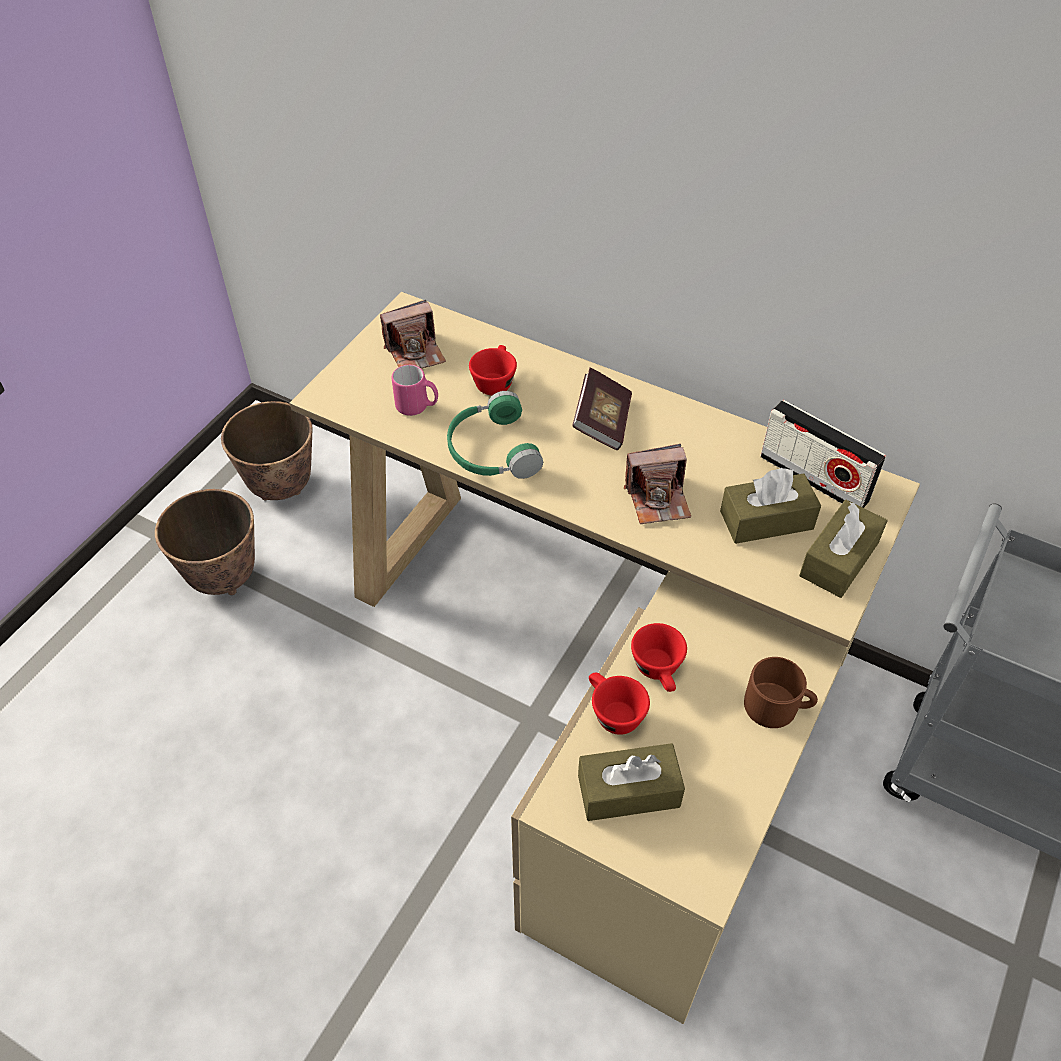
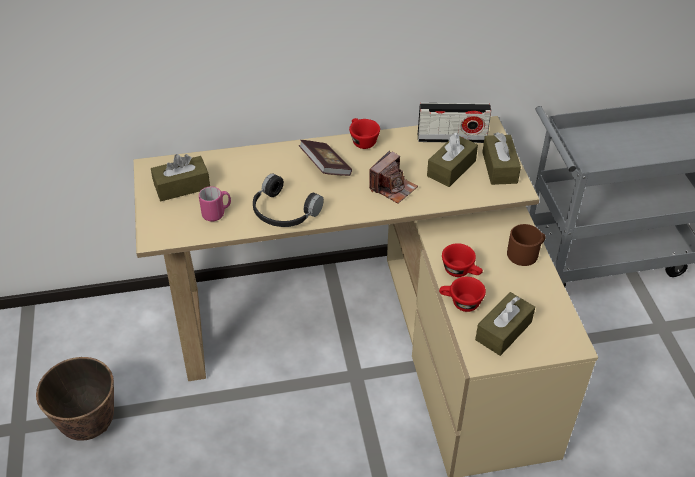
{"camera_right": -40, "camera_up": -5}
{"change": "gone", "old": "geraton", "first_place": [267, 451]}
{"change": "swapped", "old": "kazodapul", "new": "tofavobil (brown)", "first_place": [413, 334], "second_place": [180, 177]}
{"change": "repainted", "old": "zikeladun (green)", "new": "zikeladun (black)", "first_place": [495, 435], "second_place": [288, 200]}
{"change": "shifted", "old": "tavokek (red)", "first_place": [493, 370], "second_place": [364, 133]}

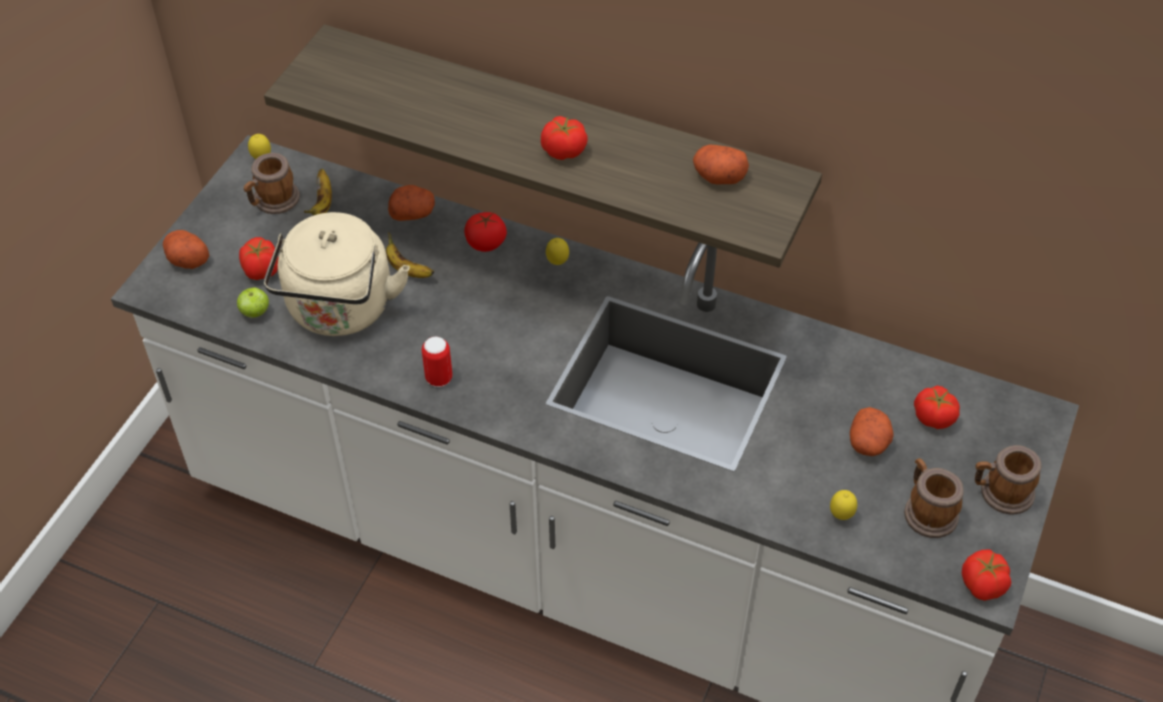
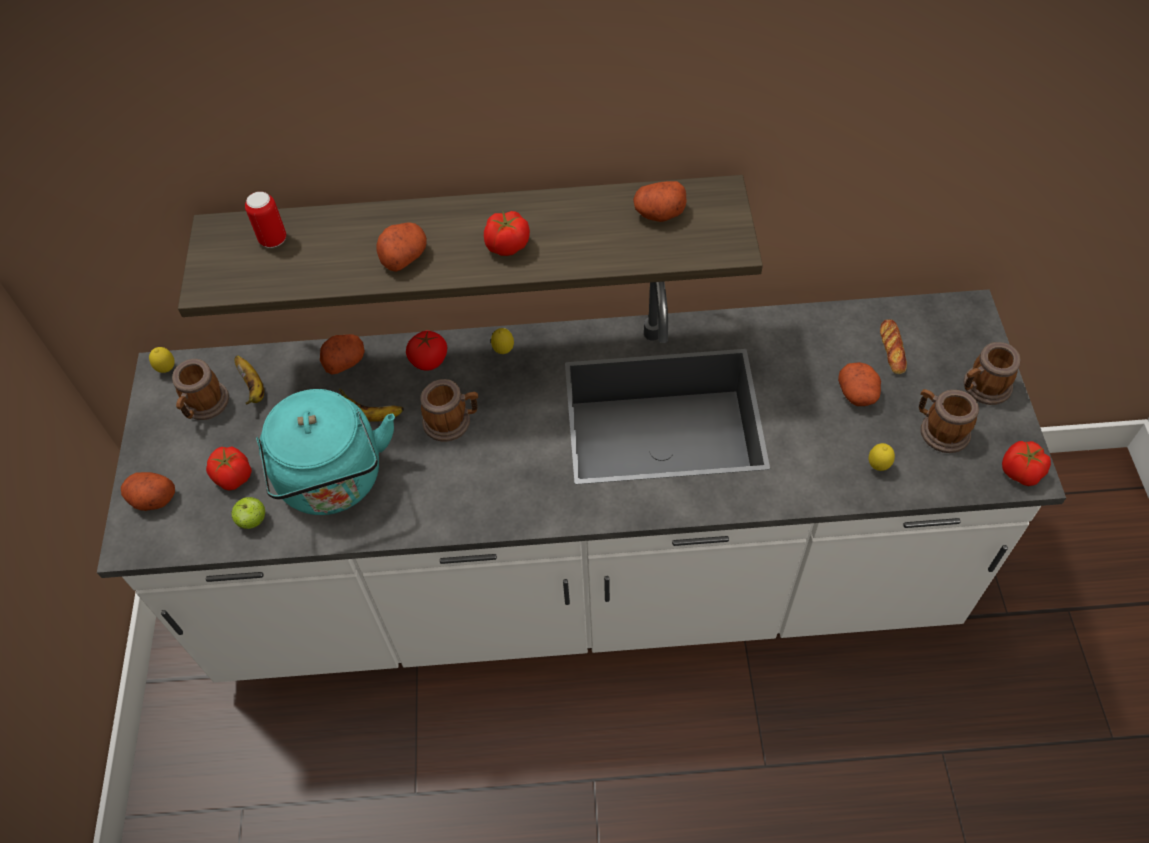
{"camera_right": -25, "camera_up": 5}
{"change": "repainted", "old": "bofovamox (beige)", "new": "bofovamox (turquoise)", "first_place": [337, 274], "second_place": [325, 452]}
{"change": "shifted", "old": "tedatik", "first_place": [437, 361], "second_place": [265, 219]}
{"change": "swapped", "old": "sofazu", "new": "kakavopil", "first_place": [937, 407], "second_place": [893, 346]}
{"change": "new", "new": "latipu", "second_place": [401, 247]}
{"change": "new", "new": "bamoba", "second_place": [449, 410]}

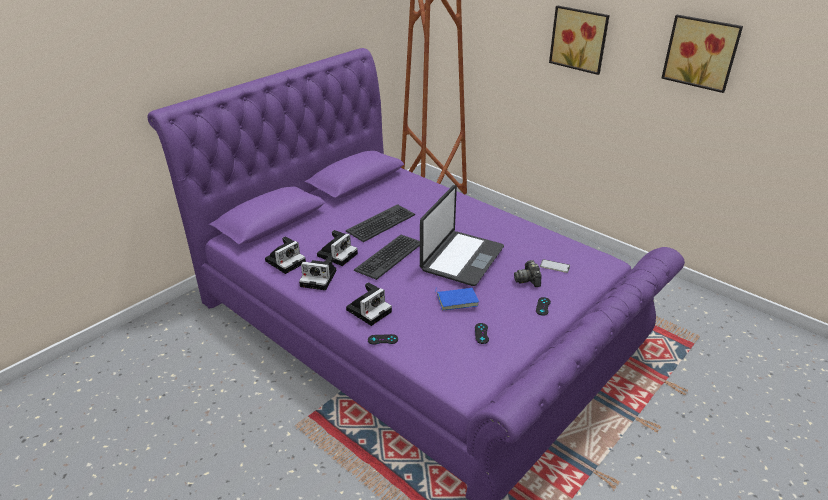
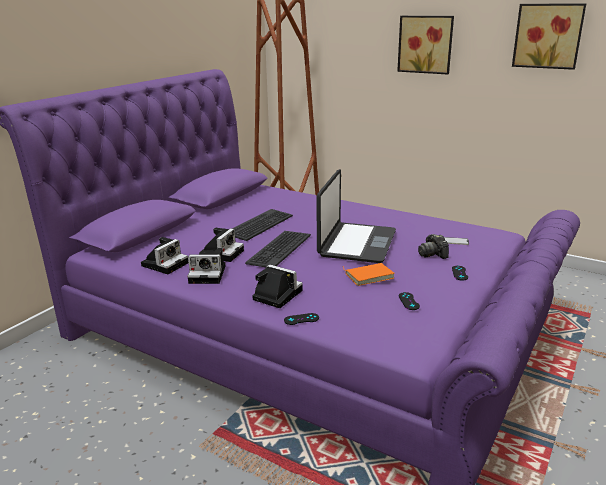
{"camera_right": -10, "camera_up": -10}
{"change": "rotated", "old": "kazodapul", "first_place": [369, 304], "second_place": [277, 286], "degrees": -90}
{"change": "repainted", "old": "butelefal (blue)", "new": "butelefal (orange)", "first_place": [457, 299], "second_place": [369, 274]}

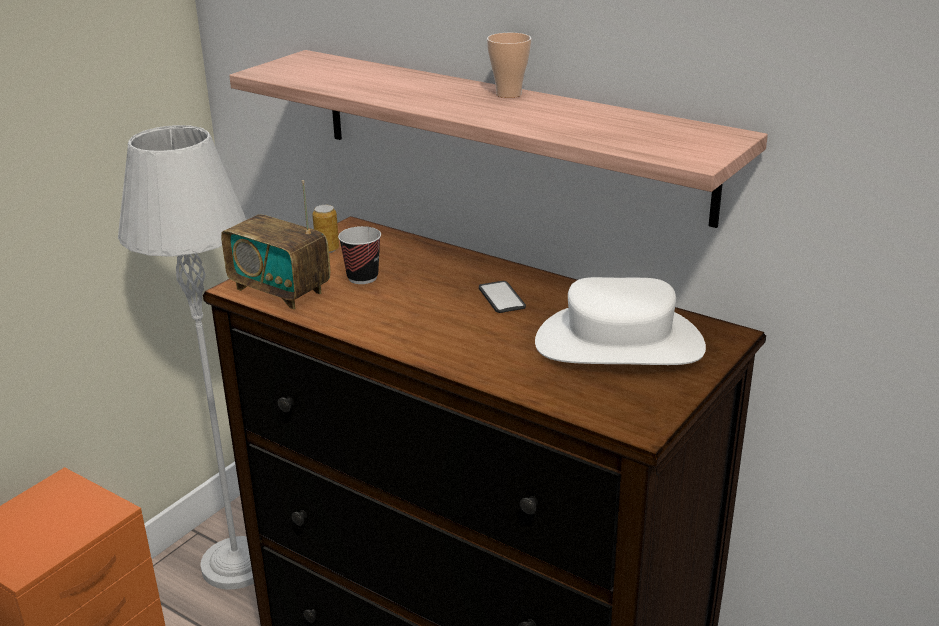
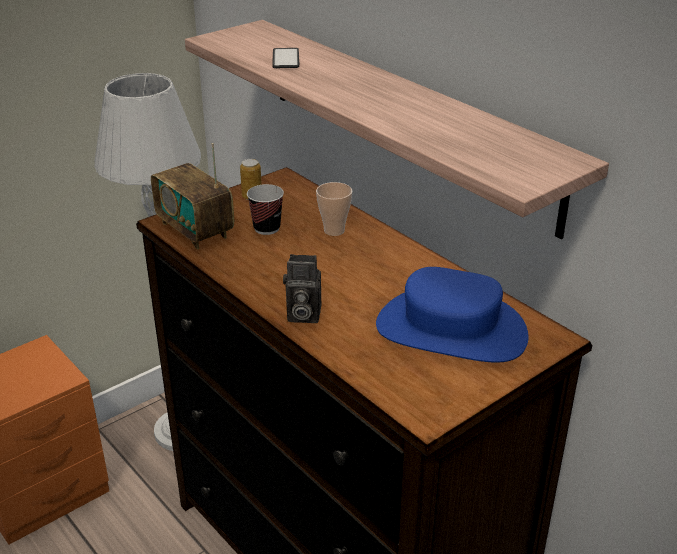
{"camera_right": 15, "camera_up": 5}
{"change": "shifted", "old": "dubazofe", "first_place": [502, 297], "second_place": [285, 58]}
{"change": "shifted", "old": "tavokek", "first_place": [509, 65], "second_place": [334, 209]}
{"change": "repainted", "old": "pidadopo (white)", "new": "pidadopo (blue)", "first_place": [620, 321], "second_place": [452, 315]}
{"change": "new", "new": "kazodapul", "second_place": [302, 288]}

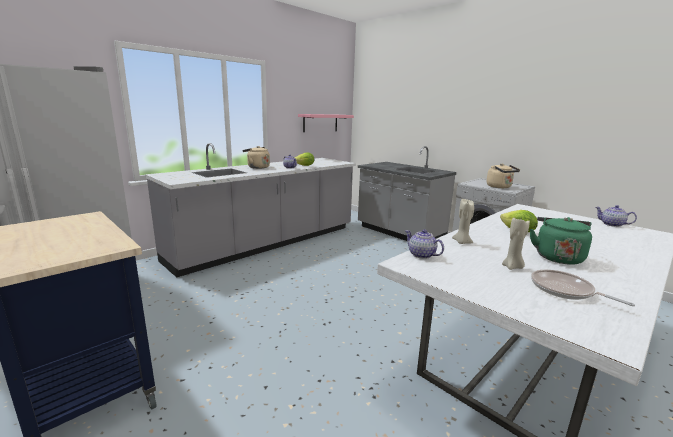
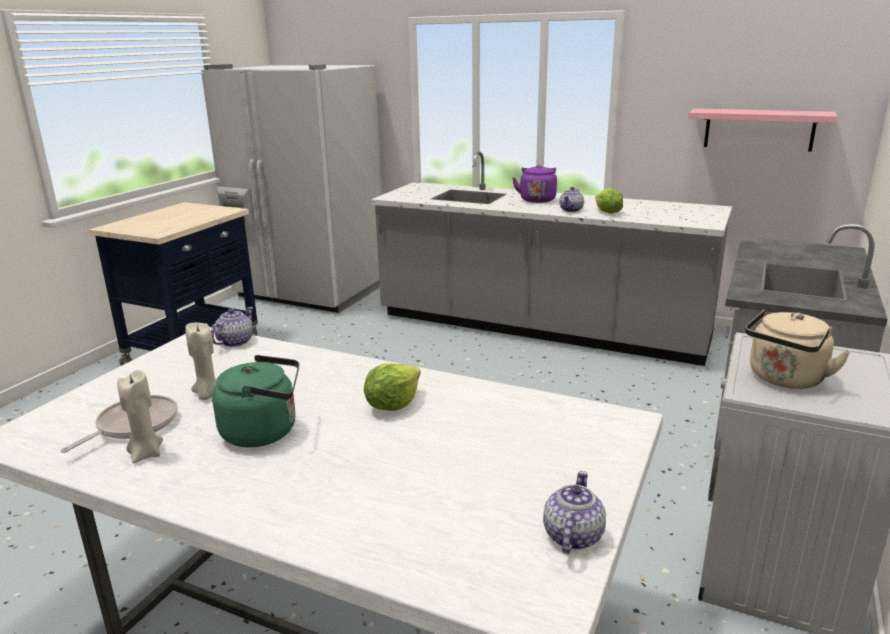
{"camera_right": 70, "camera_up": 5}
{"change": "repainted", "old": "bofovamox (beige)", "new": "bofovamox (purple)", "first_place": [256, 157], "second_place": [534, 184]}
{"change": "shifted", "old": "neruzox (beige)", "first_place": [463, 221], "second_place": [140, 416]}

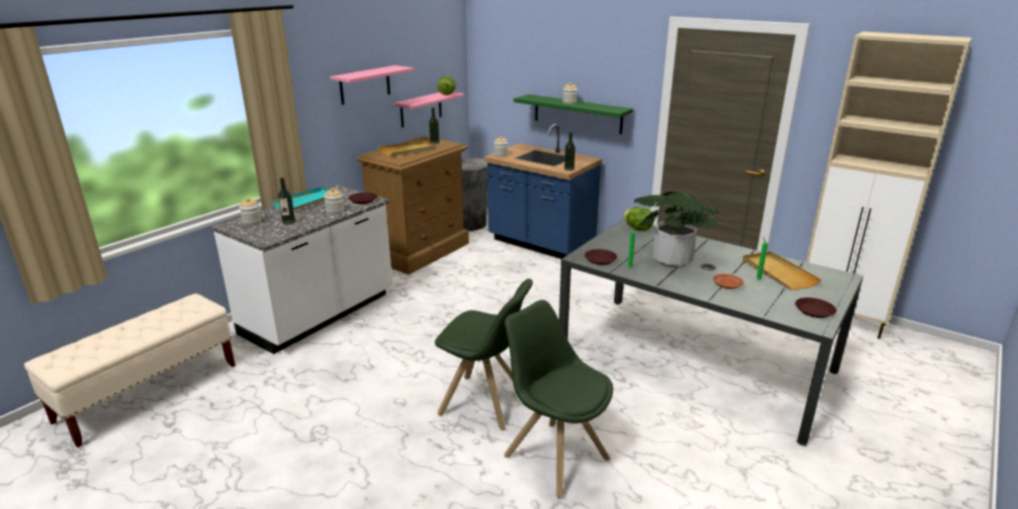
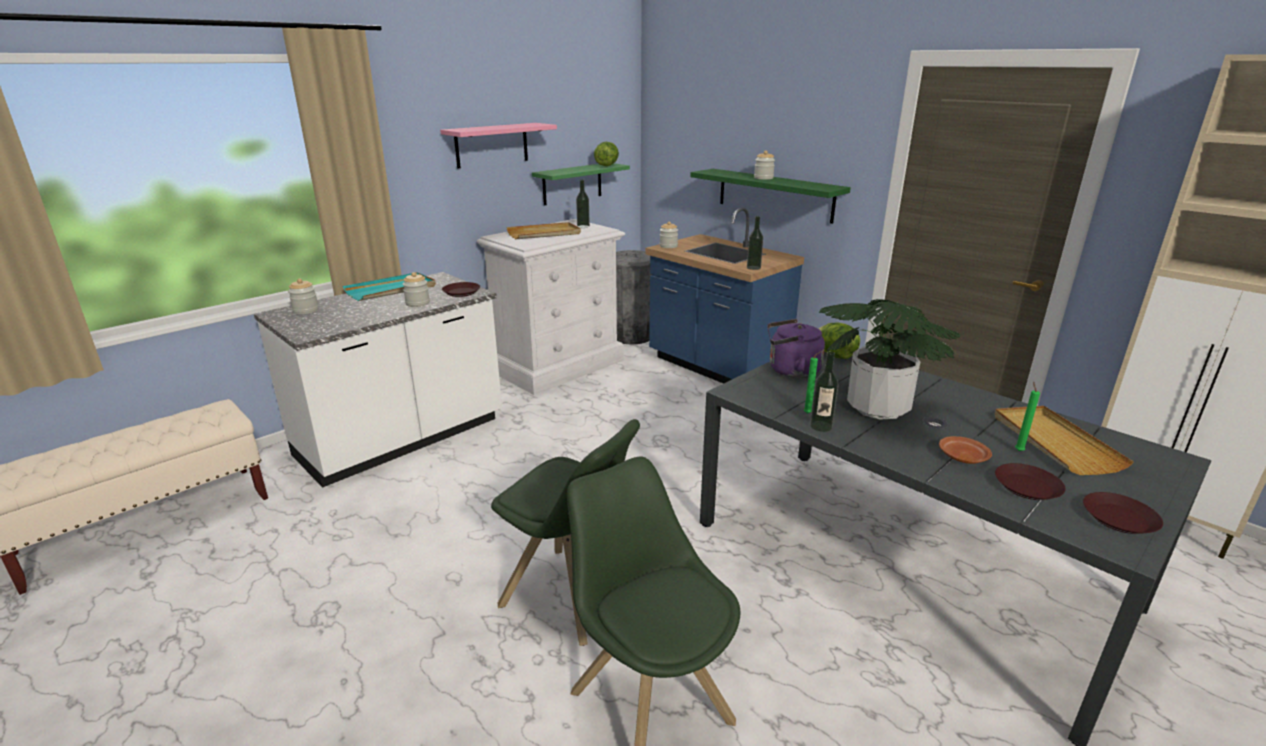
{"camera_right": 10, "camera_up": 0}
{"change": "shifted", "old": "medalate", "first_place": [286, 201], "second_place": [824, 391]}
{"change": "repainted", "old": "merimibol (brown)", "new": "merimibol (white)", "first_place": [413, 205], "second_place": [551, 307]}
{"change": "repainted", "old": "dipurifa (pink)", "new": "dipurifa (green)", "first_place": [428, 110], "second_place": [581, 184]}
{"change": "shifted", "old": "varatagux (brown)", "first_place": [600, 257], "second_place": [1030, 481]}
{"change": "new", "new": "bofovamox (purple)", "second_place": [796, 348]}

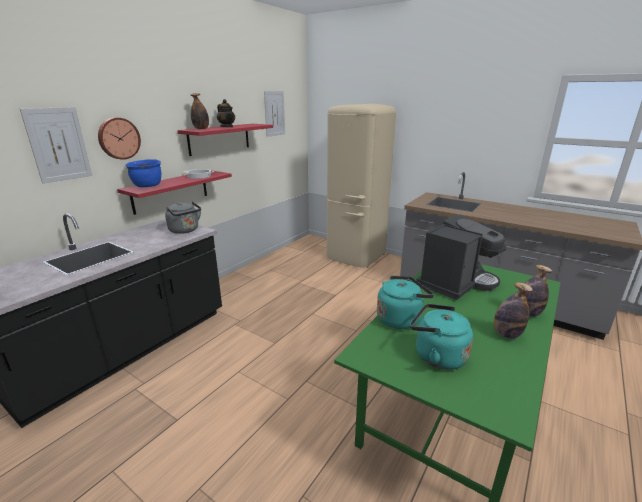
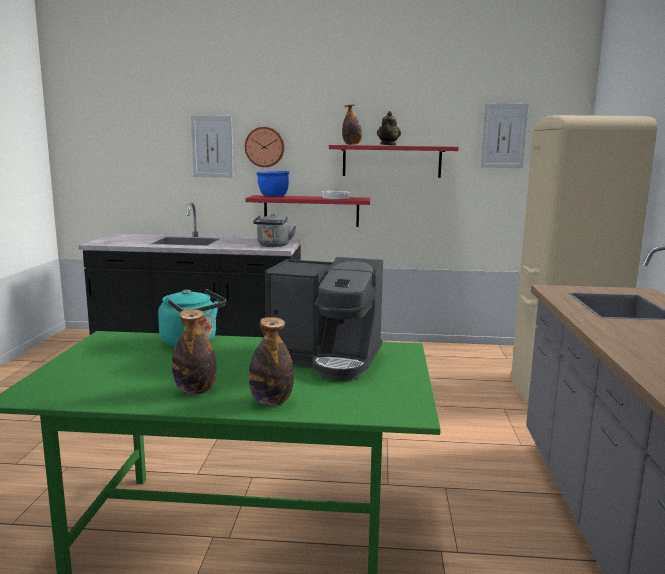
{"camera_right": 60, "camera_up": -10}
{"change": "gone", "old": "bofovamox (turquoise)", "first_place": [441, 337]}

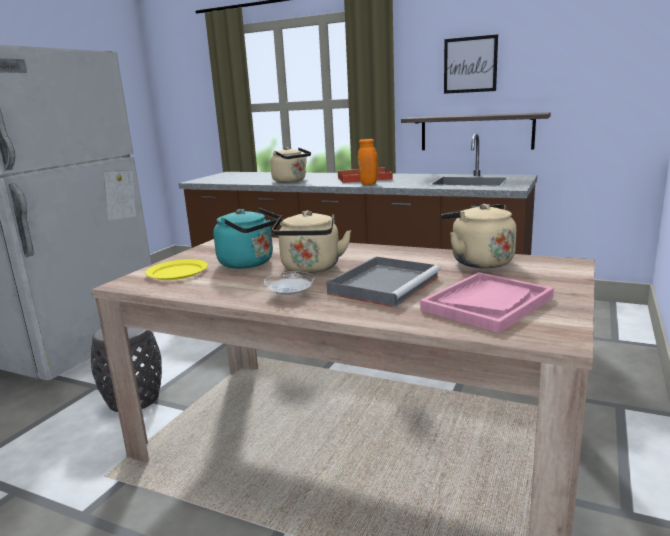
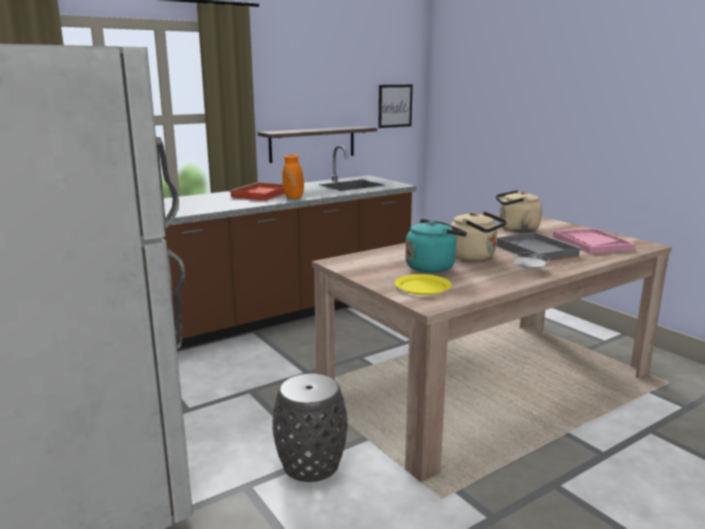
{"camera_right": -60, "camera_up": 0}
{"change": "gone", "old": "bofovamox (beige)", "first_place": [290, 165]}
{"change": "shifted", "old": "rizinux", "first_place": [471, 64], "second_place": [395, 106]}

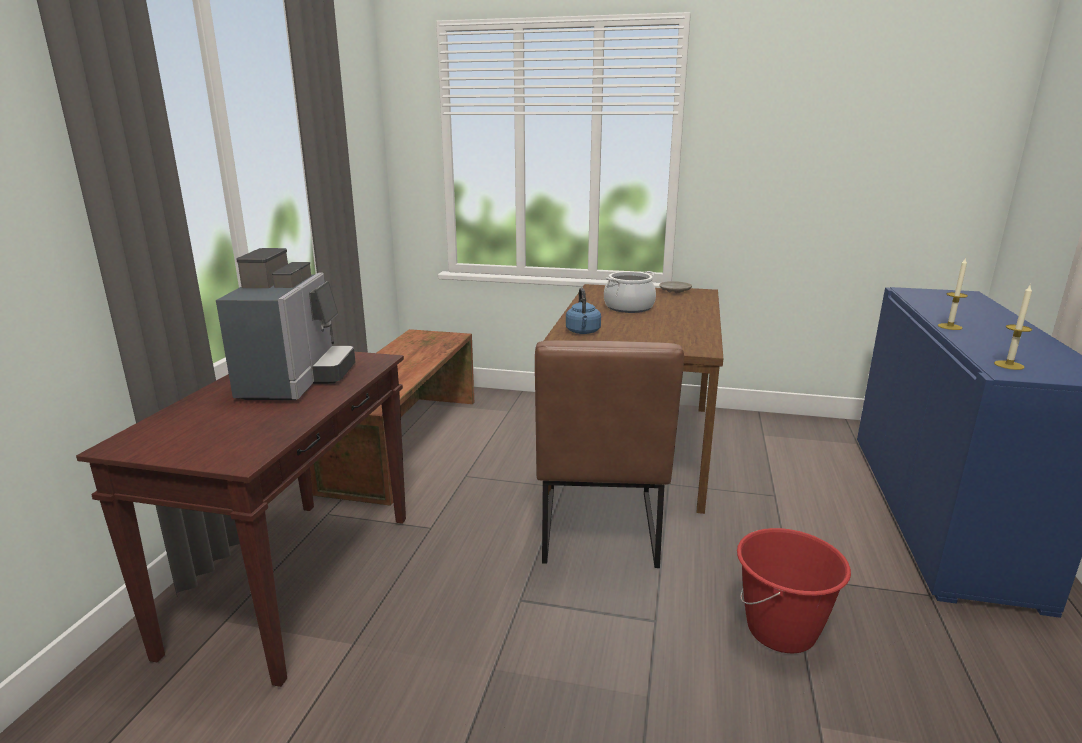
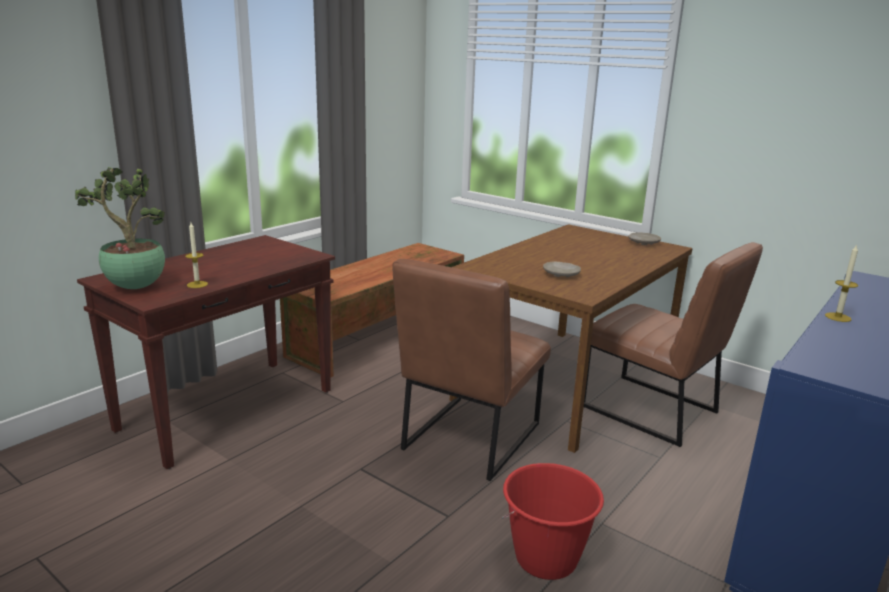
{"camera_right": 25, "camera_up": 0}
{"change": "gone", "old": "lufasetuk", "first_place": [285, 324]}
{"change": "gone", "old": "bofovamox (blue)", "first_place": [583, 311]}
{"change": "gone", "old": "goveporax", "first_place": [630, 292]}
{"change": "shifted", "old": "neruzox", "first_place": [1013, 327], "second_place": [196, 255]}
{"change": "new", "new": "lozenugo", "second_place": [120, 228]}
{"change": "new", "new": "varatagux (beige)", "second_place": [562, 269]}
{"change": "new", "new": "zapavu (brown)", "second_place": [673, 344]}

